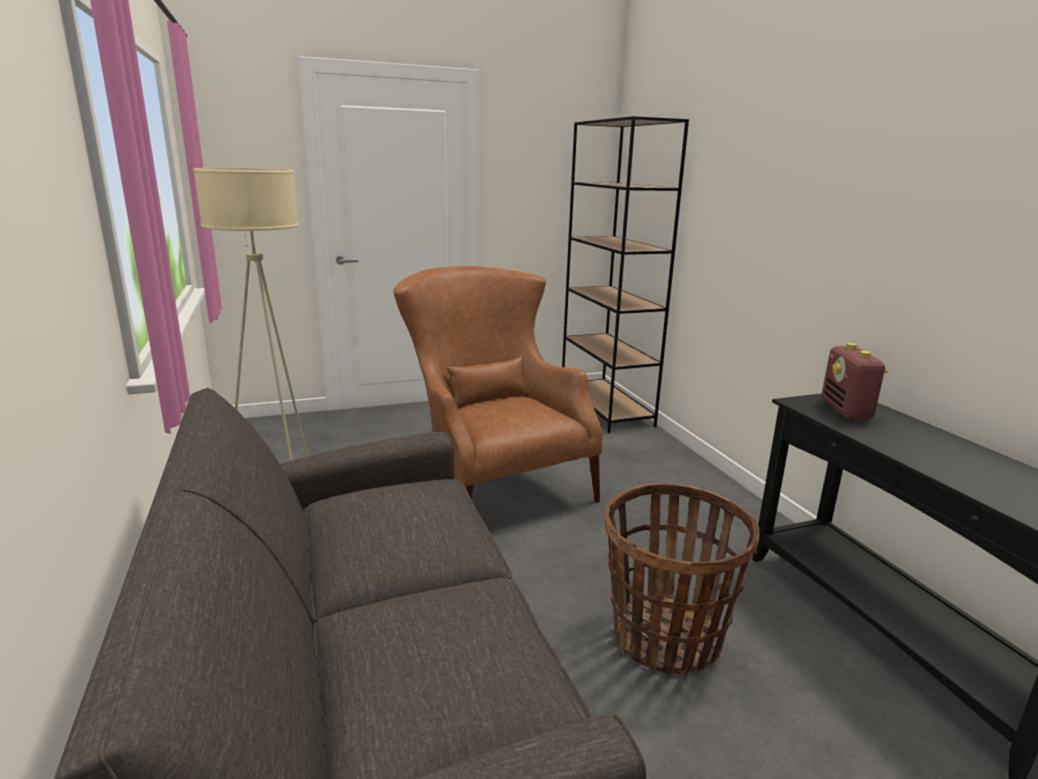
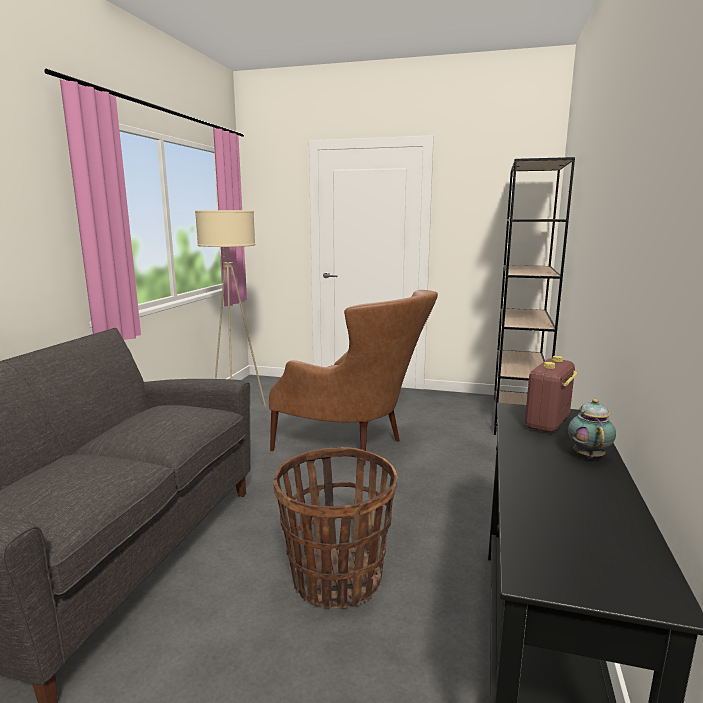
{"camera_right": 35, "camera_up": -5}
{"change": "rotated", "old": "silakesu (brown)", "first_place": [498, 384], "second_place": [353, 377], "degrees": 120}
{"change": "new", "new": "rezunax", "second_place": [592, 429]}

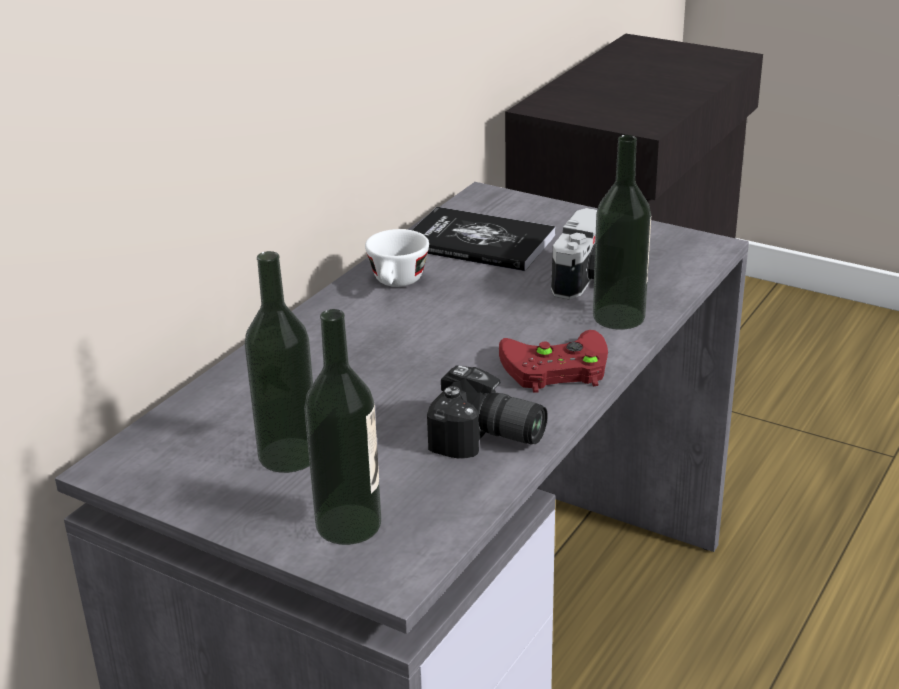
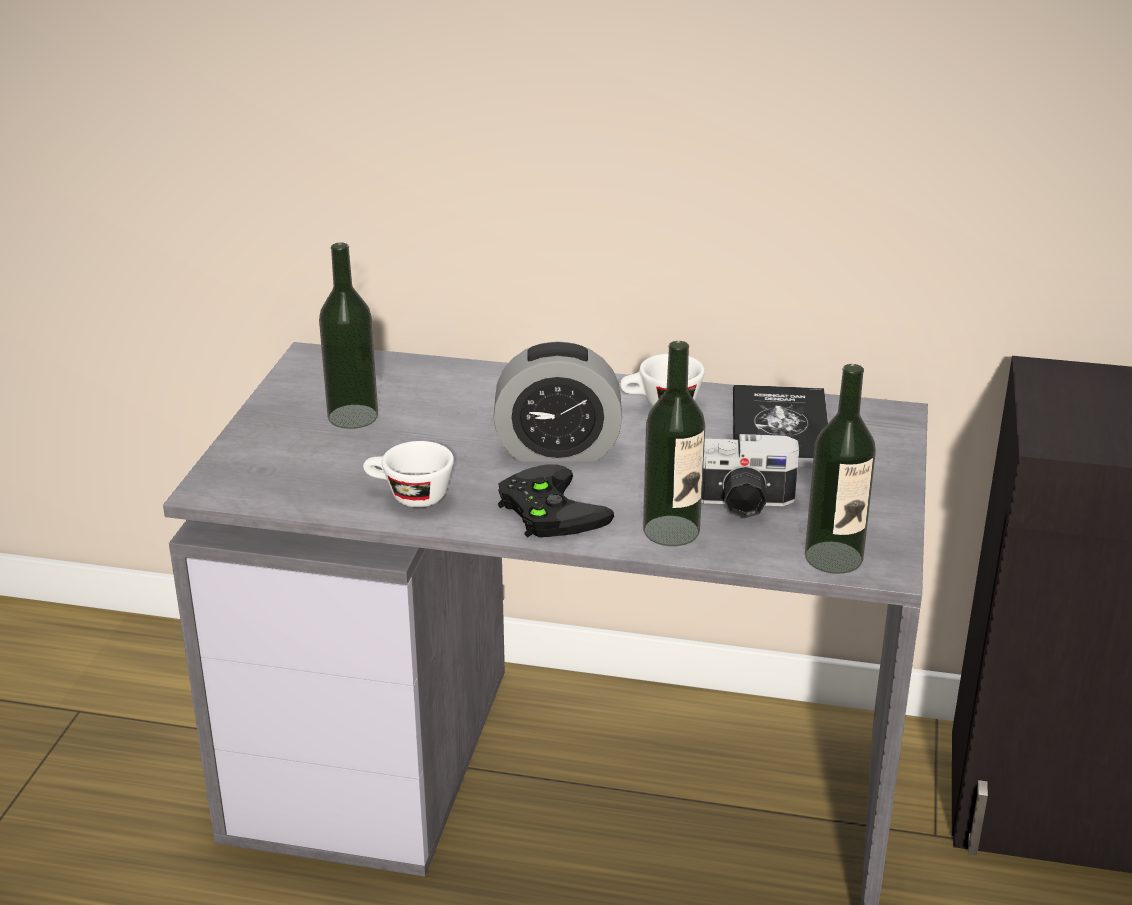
{"camera_right": 70, "camera_up": 0}
{"change": "shifted", "old": "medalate", "first_place": [342, 427], "second_place": [840, 469]}
{"change": "swapped", "old": "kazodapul", "new": "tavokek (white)", "first_place": [487, 412], "second_place": [408, 474]}
{"change": "repainted", "old": "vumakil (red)", "new": "vumakil (black)", "first_place": [553, 361], "second_place": [556, 501]}
{"change": "new", "new": "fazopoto", "second_place": [558, 401]}

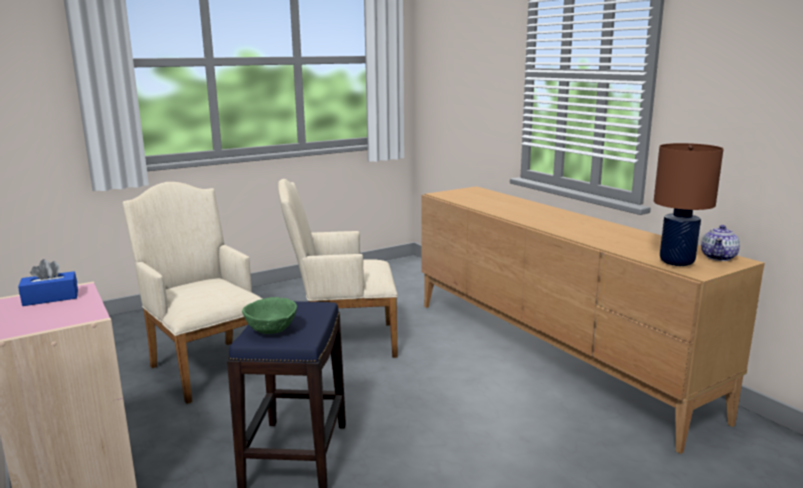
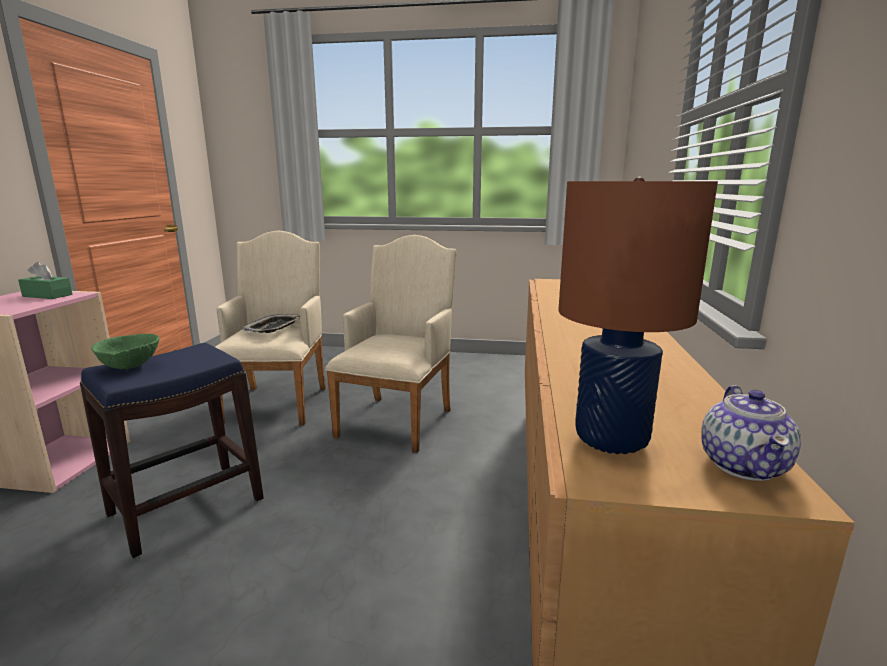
{"camera_right": 40, "camera_up": 0}
{"change": "repainted", "old": "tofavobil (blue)", "new": "tofavobil (green)", "first_place": [48, 282], "second_place": [45, 280]}
{"change": "rotated", "old": "silakesu (beige)", "first_place": [338, 268], "second_place": [390, 344], "degrees": 75}
{"change": "rotated", "old": "rezunax", "first_place": [720, 243], "second_place": [751, 433], "degrees": -60}
{"change": "new", "new": "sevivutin", "second_place": [271, 323]}

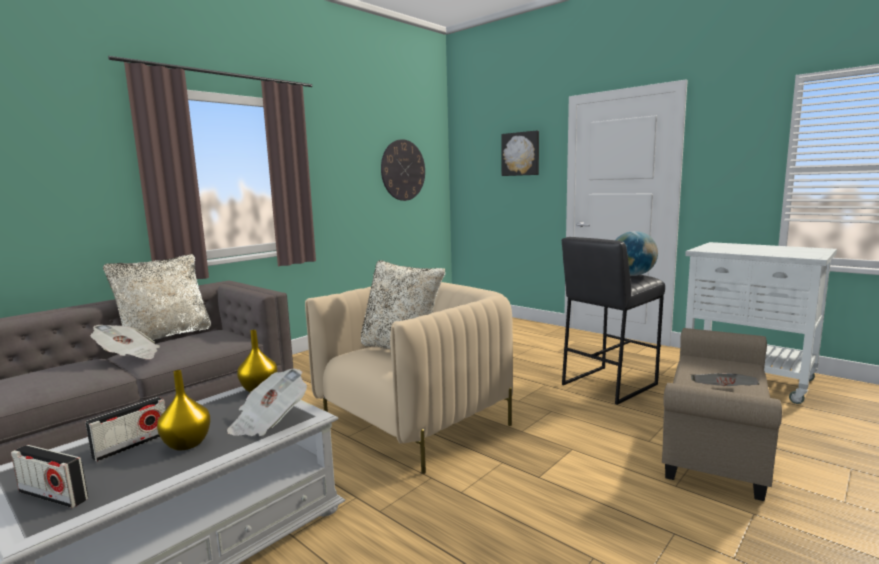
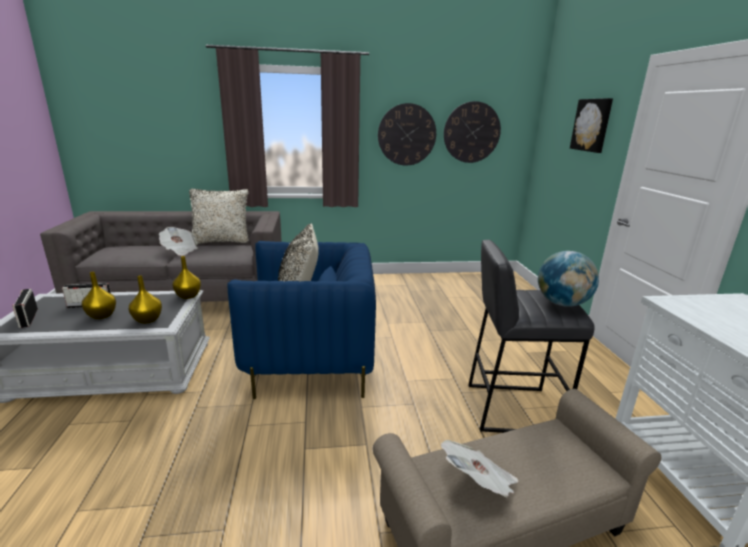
{"camera_right": 40, "camera_up": 10}
{"change": "swapped", "old": "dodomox", "new": "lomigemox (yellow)", "first_place": [267, 402], "second_place": [145, 299]}
{"change": "repainted", "old": "silakesu (beige)", "new": "silakesu (blue)", "first_place": [409, 378], "second_place": [301, 320]}
{"change": "new", "new": "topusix", "second_place": [407, 134]}

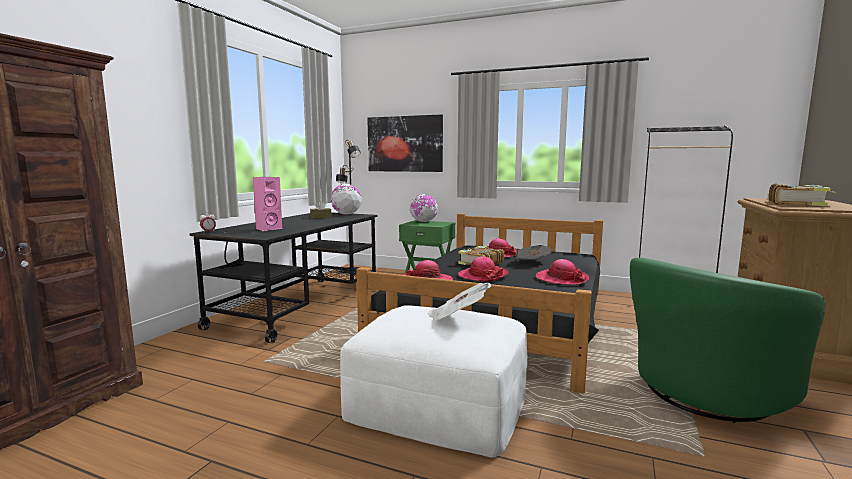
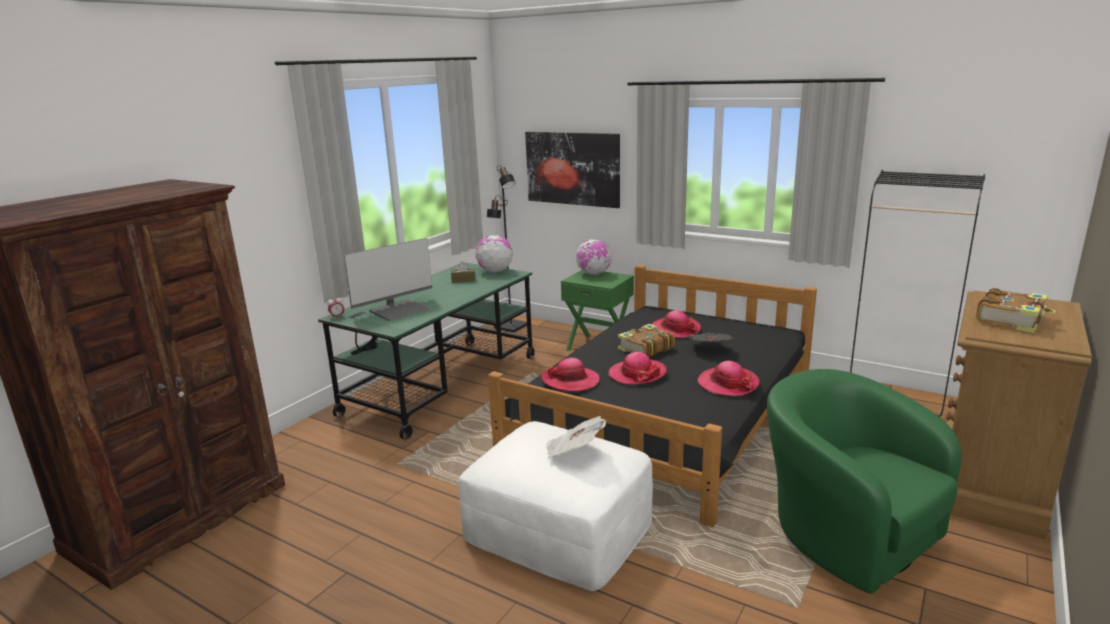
{"camera_right": 10, "camera_up": 10}
{"change": "repainted", "old": "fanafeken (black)", "new": "fanafeken (green)", "first_place": [284, 277], "second_place": [426, 351]}
{"change": "swapped", "old": "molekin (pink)", "new": "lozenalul", "first_place": [267, 204], "second_place": [388, 279]}
{"change": "rotated", "old": "silakesu (green)", "first_place": [728, 340], "second_place": [864, 481], "degrees": 75}

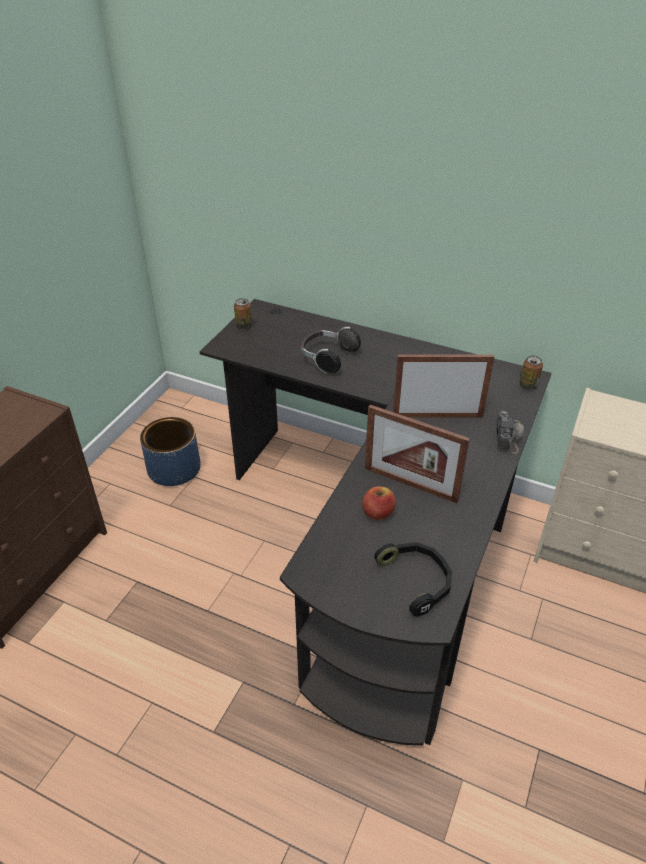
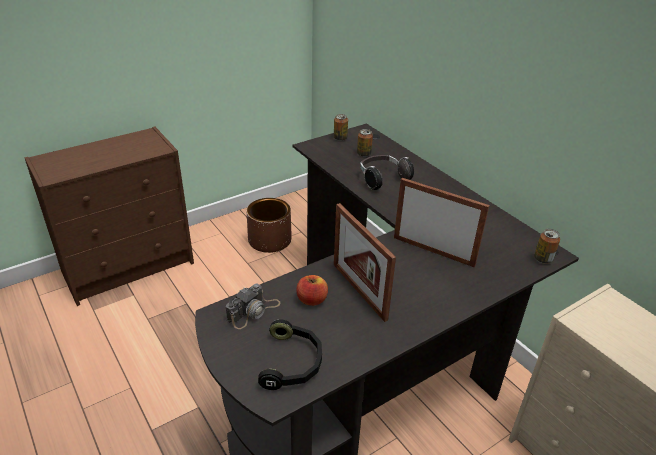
{"camera_right": 30, "camera_up": -5}
{"change": "repainted", "old": "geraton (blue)", "new": "geraton (brown)", "first_place": [170, 451], "second_place": [269, 225]}
{"change": "shifted", "old": "kazodapul", "first_place": [510, 432], "second_place": [253, 306]}
{"change": "new", "new": "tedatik", "second_place": [365, 143]}

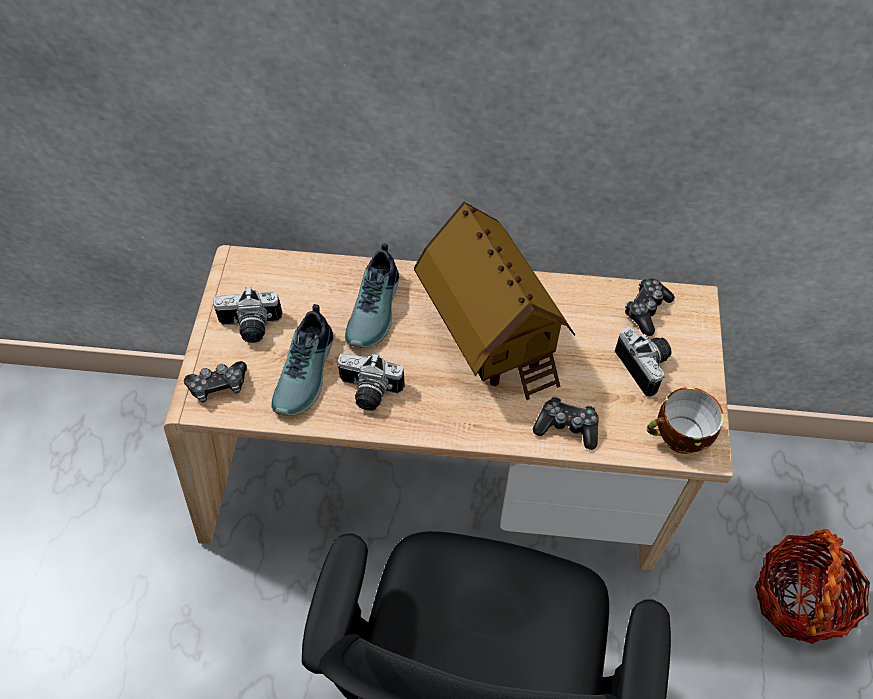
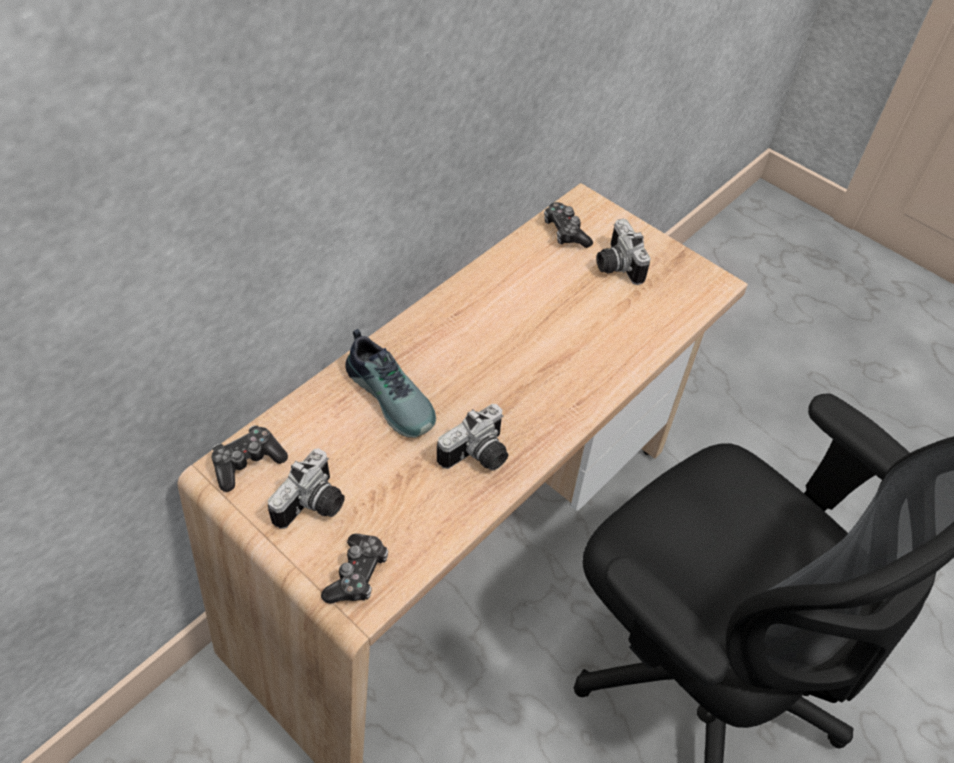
{"camera_right": -55, "camera_up": -5}
{"change": "gone", "old": "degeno", "first_place": [302, 360]}
{"change": "gone", "old": "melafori", "first_place": [494, 301]}
{"change": "shifted", "old": "vumakil", "first_place": [566, 423], "second_place": [249, 458]}
{"change": "rotated", "old": "kazodapul", "first_place": [643, 362], "second_place": [623, 252], "degrees": -120}
{"change": "gone", "old": "tavokek", "first_place": [685, 420]}
{"change": "gone", "old": "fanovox", "first_place": [812, 586]}

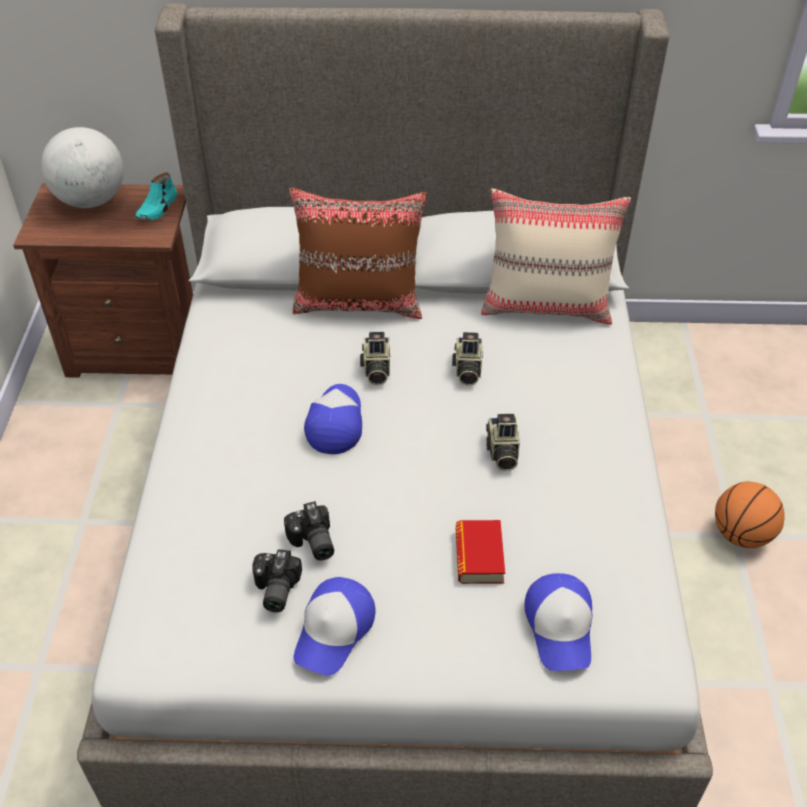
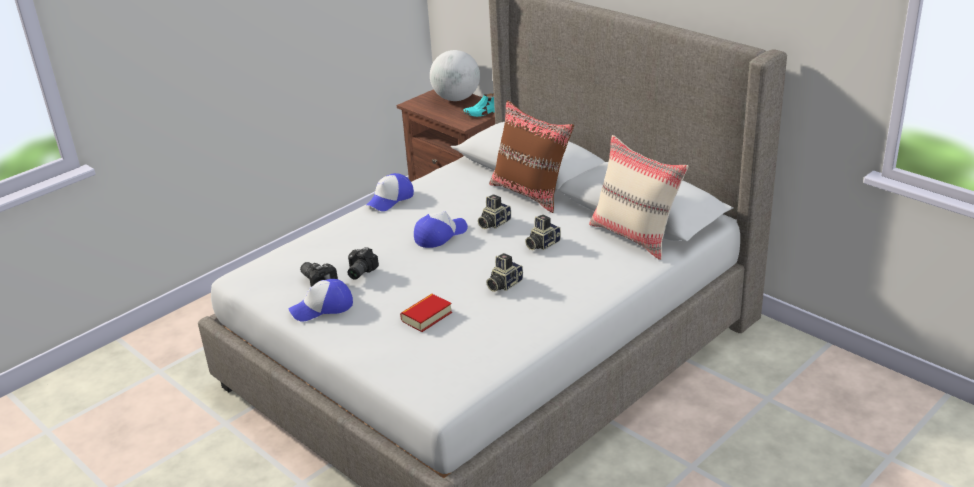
{"camera_right": 45, "camera_up": -15}
{"change": "rotated", "old": "kazodapul", "first_place": [277, 580], "second_place": [319, 274], "degrees": 90}
{"change": "shifted", "old": "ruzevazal", "first_place": [558, 622], "second_place": [390, 192]}
{"change": "gone", "old": "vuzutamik", "first_place": [750, 515]}

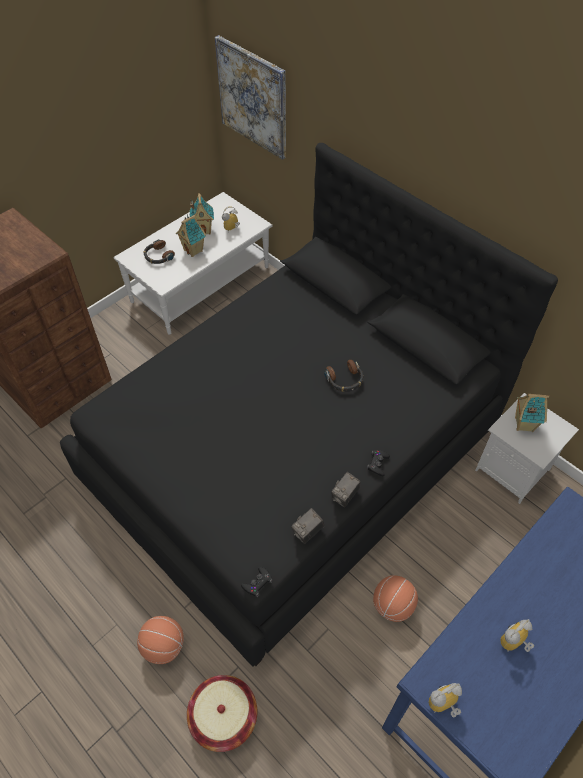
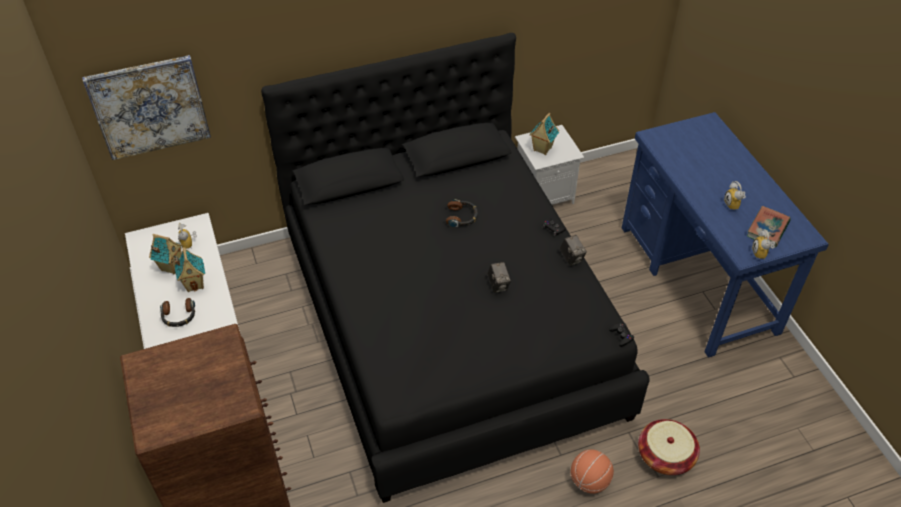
{"camera_right": -65, "camera_up": -5}
{"change": "shifted", "old": "kazodapul", "first_place": [308, 526], "second_place": [499, 277]}
{"change": "gone", "old": "vuzutamik", "first_place": [395, 598]}
{"change": "new", "new": "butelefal", "second_place": [769, 226]}

